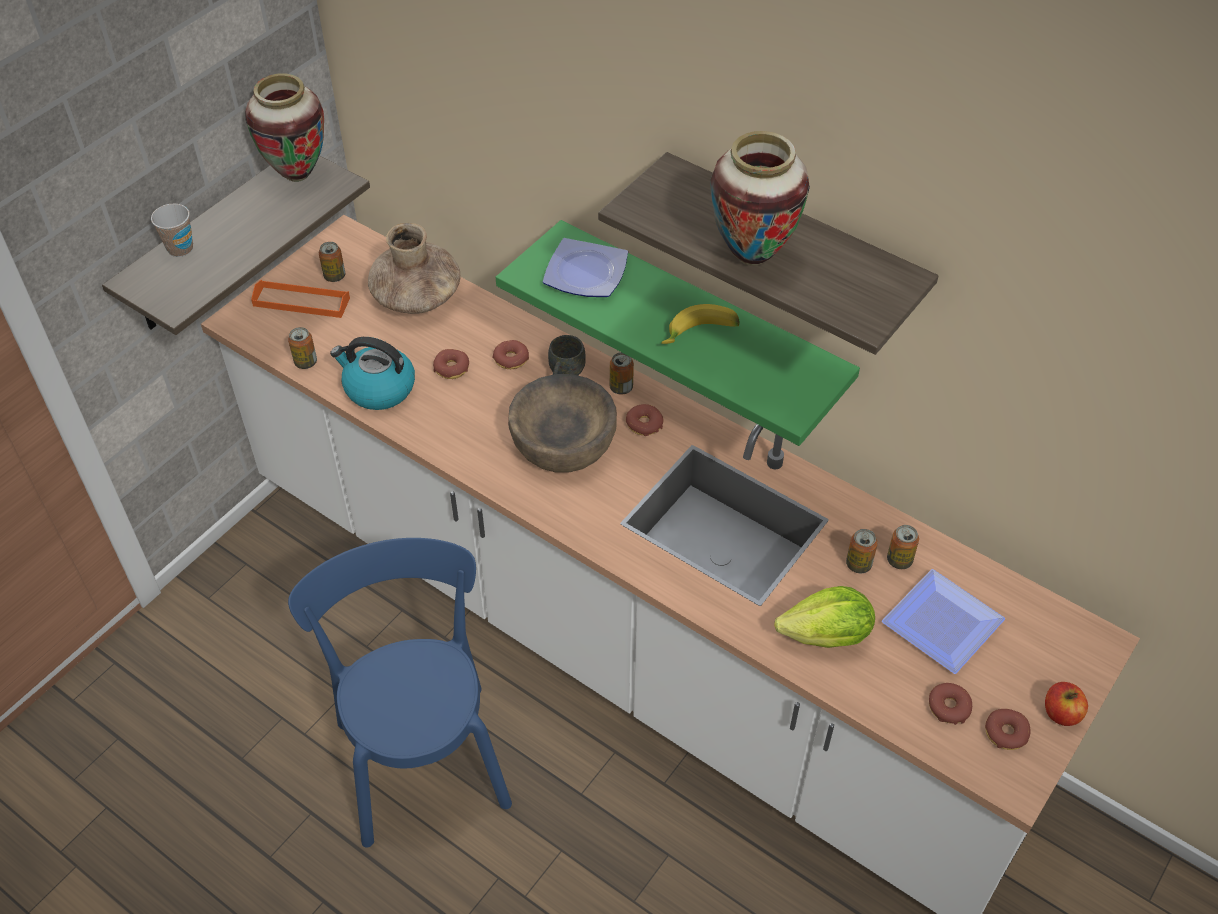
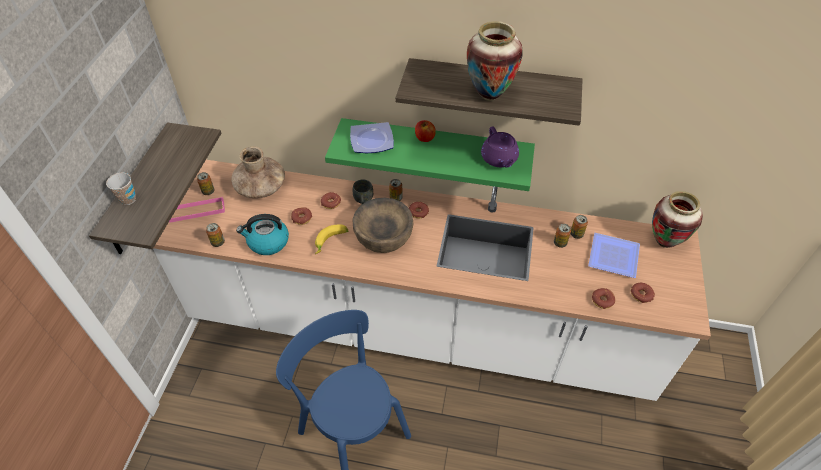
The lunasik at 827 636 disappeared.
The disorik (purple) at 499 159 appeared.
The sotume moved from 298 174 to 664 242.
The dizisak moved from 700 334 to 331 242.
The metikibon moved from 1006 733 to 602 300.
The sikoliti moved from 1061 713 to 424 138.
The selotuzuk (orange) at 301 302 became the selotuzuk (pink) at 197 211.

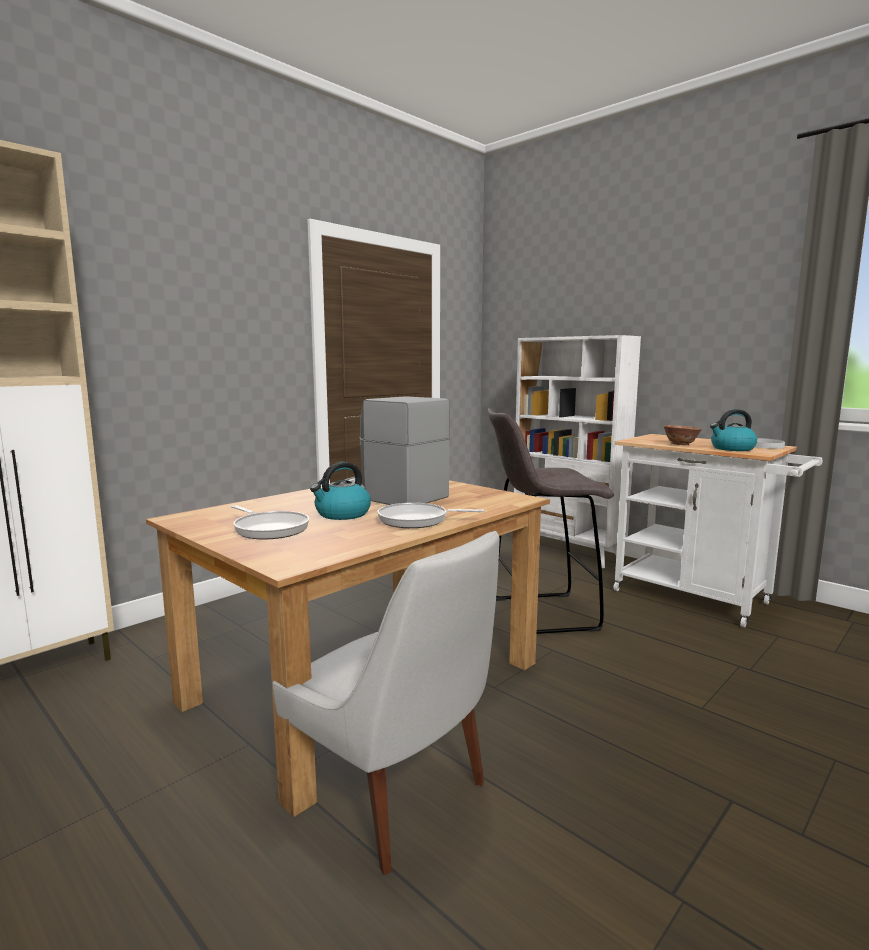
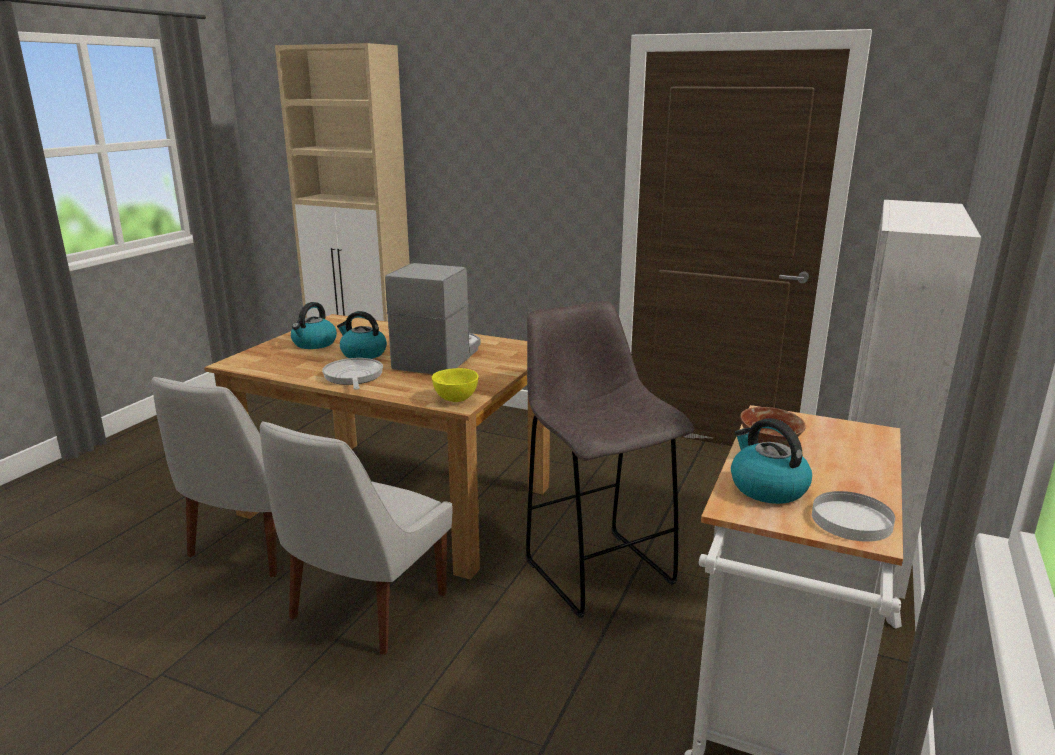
The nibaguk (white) at 364 609 appeared.
The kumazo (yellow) at 456 400 appeared.
The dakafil at 269 529 was replaced by the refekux at 314 344.

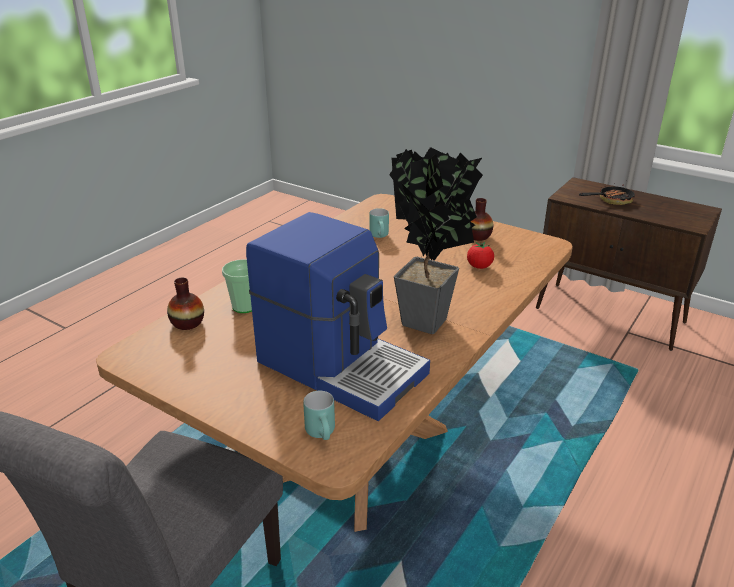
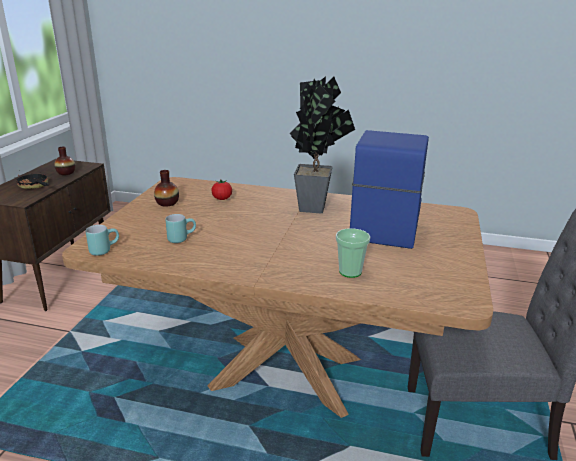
The sotume moved from 187 323 to 66 173.
The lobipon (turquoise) moved from 324 434 to 104 250.

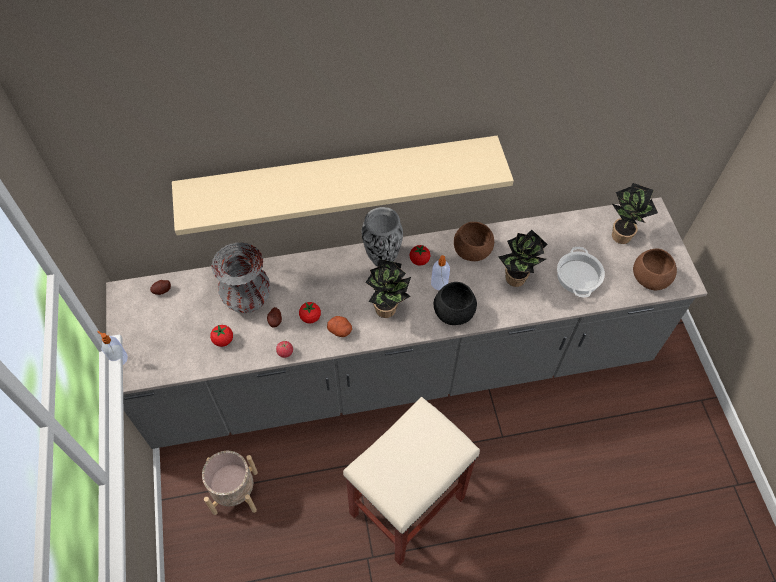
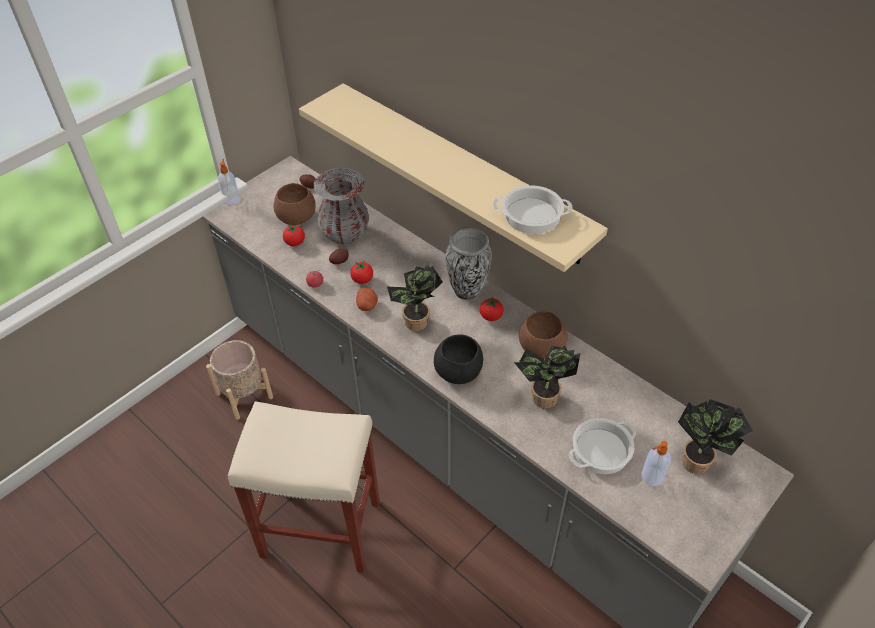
The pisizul at 532 214 appeared.
The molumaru moved from 439 284 to 651 477.
The kumazo (brown) moved from 649 278 to 297 218.

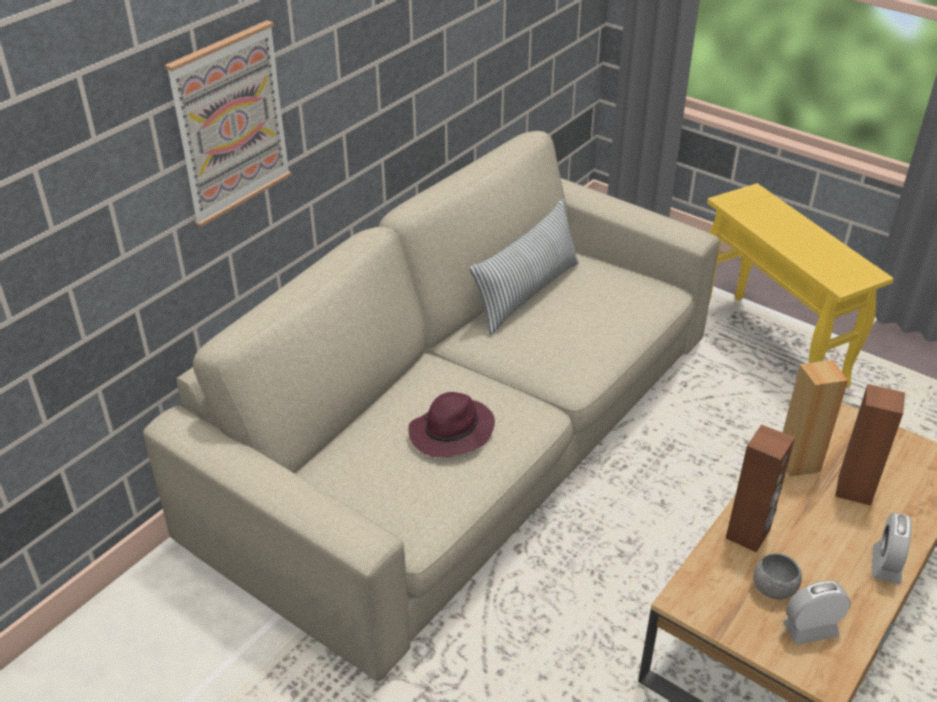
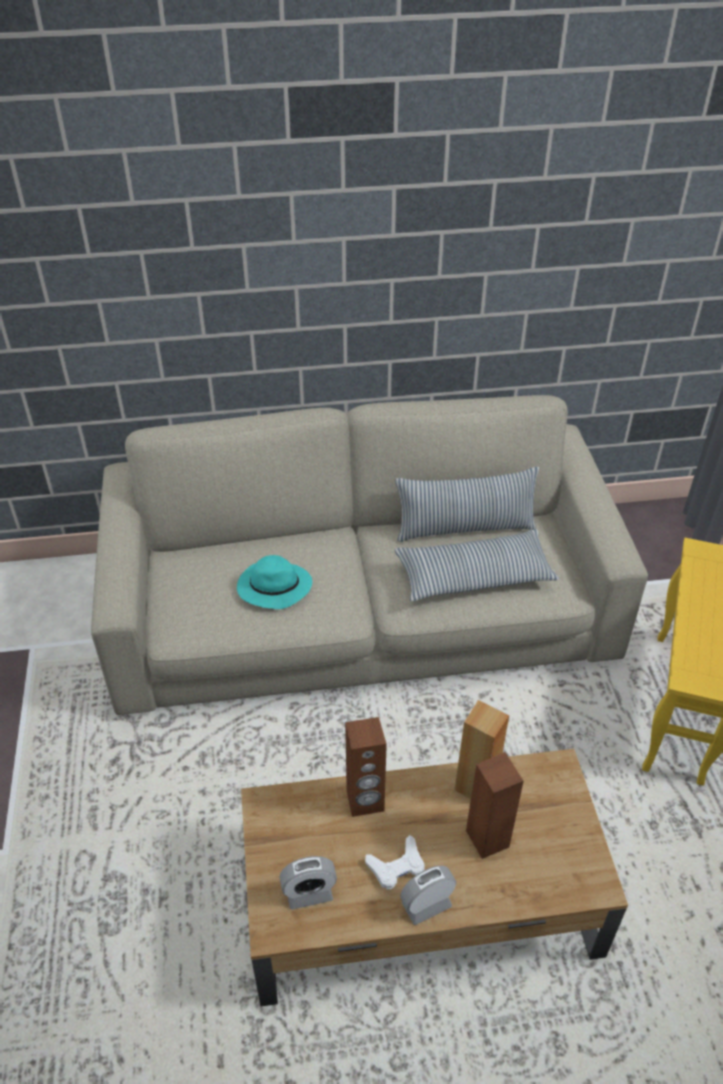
The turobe at 230 123 disappeared.
The kumazo (grey) at 774 588 disappeared.
The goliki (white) at 396 866 appeared.
The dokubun at 474 576 appeared.
The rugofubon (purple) at 451 433 became the rugofubon (turquoise) at 273 588.
The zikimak at 810 629 turned 135 degrees clockwise.

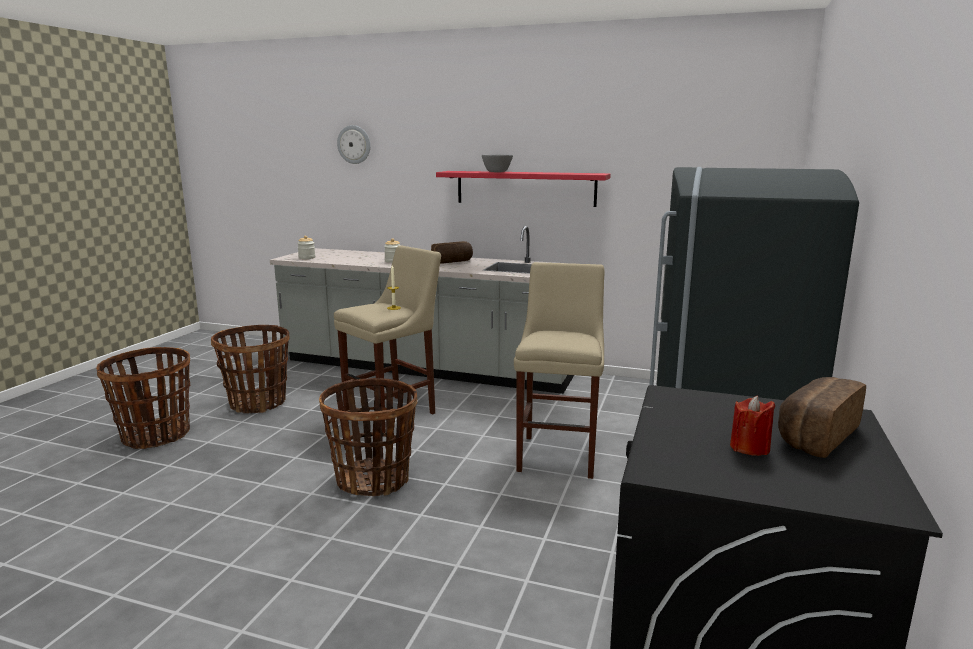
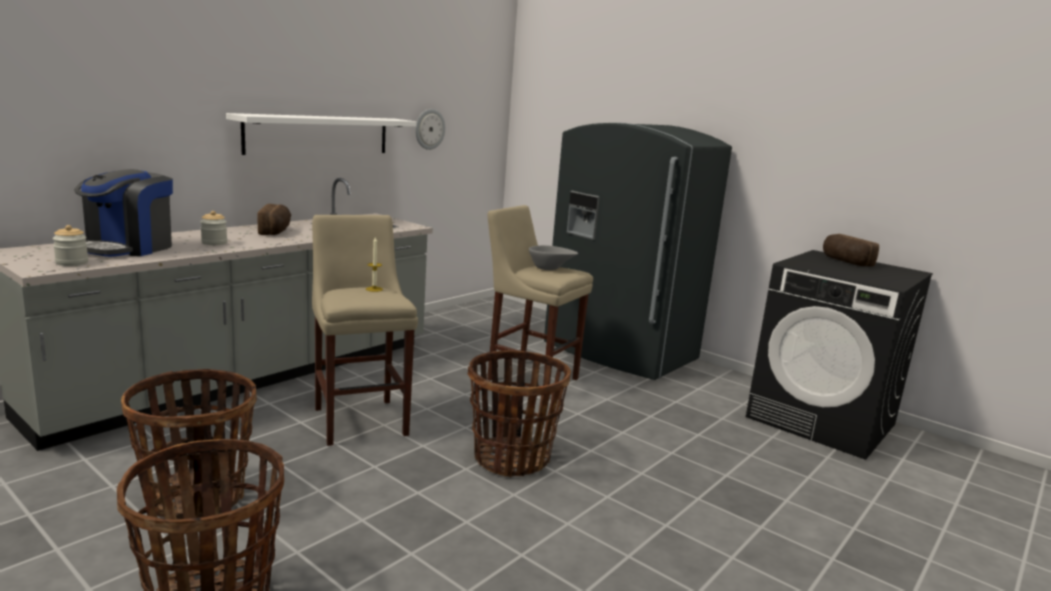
The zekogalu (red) at 749 448 disappeared.
The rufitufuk at 128 248 appeared.
The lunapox moved from 354 144 to 429 129.
The kumazo (grey) moved from 497 172 to 550 269.
The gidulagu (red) at 525 188 became the gidulagu (white) at 319 135.

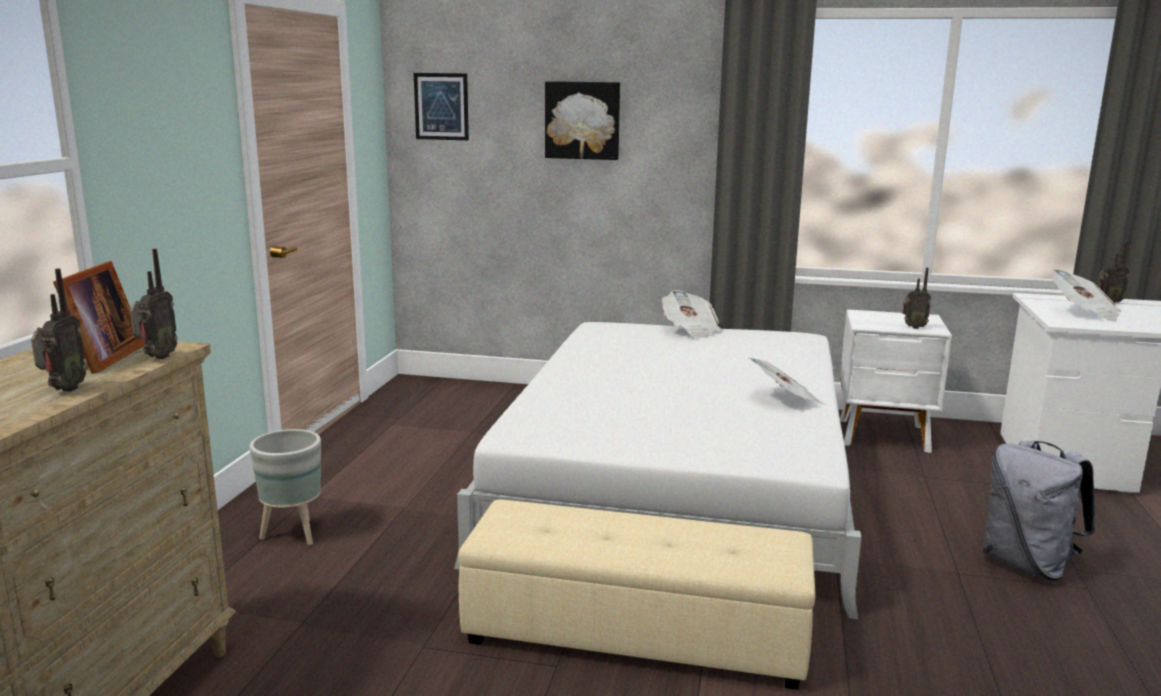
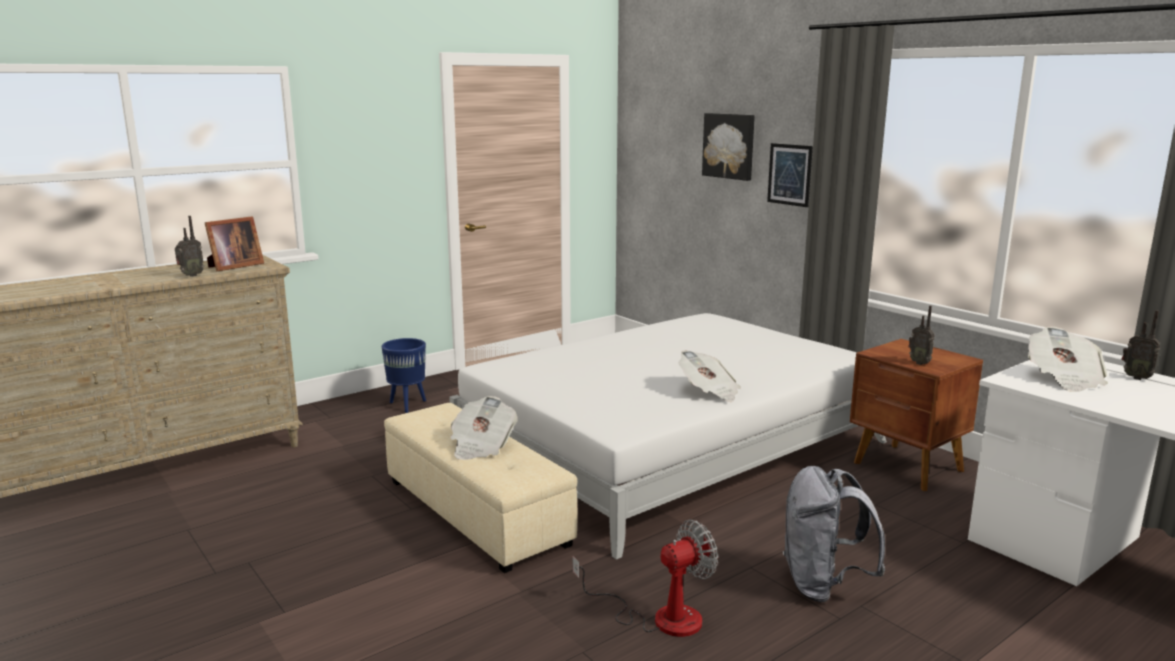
The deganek at 156 358 disappeared.
The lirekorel at 660 617 appeared.
The turobe moved from 441 106 to 789 174.
The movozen moved from 690 330 to 481 446.
The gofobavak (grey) at 292 534 became the gofobavak (blue) at 407 405.
The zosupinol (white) at 885 436 became the zosupinol (brown) at 908 467.

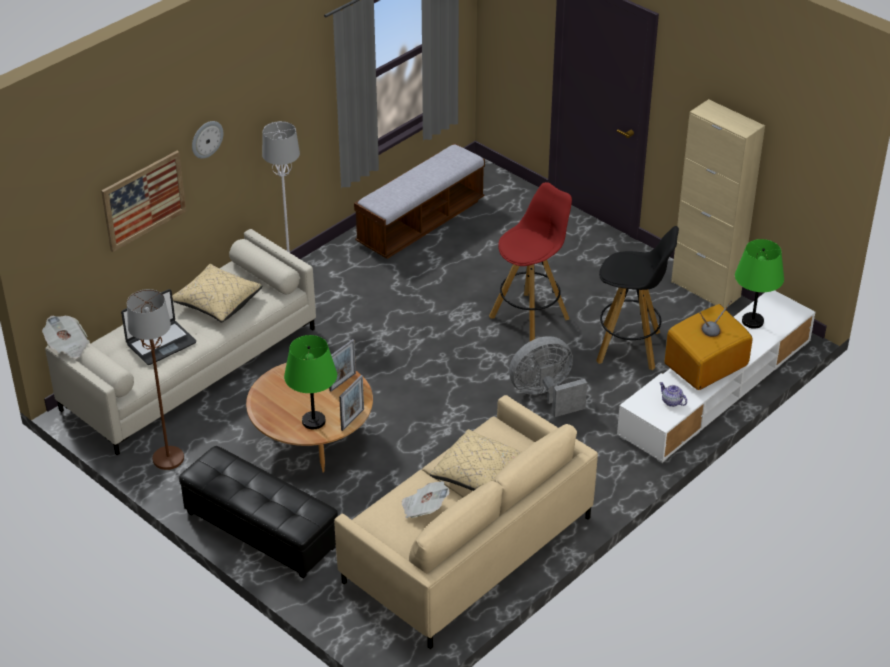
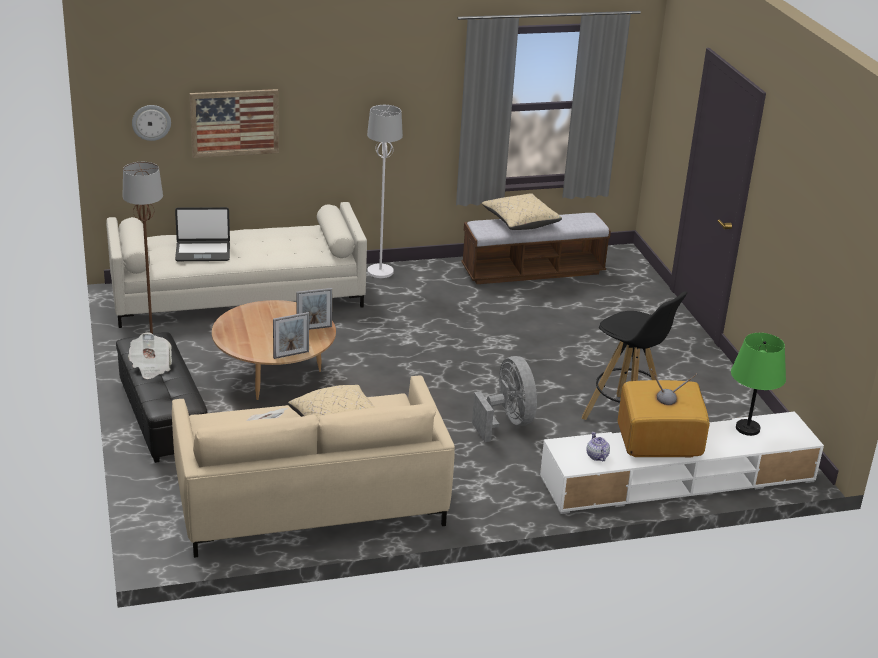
The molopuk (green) at 313 421 disappeared.
The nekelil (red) at 530 317 disappeared.
The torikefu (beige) at 705 289 disappeared.
The movozen moved from 67 346 to 151 366.
The dokubun (beige) moved from 217 303 to 520 222.
The lunapox moved from 206 139 to 151 122.
The lirekorel (grey) at 545 395 turned 60 degrees clockwise.

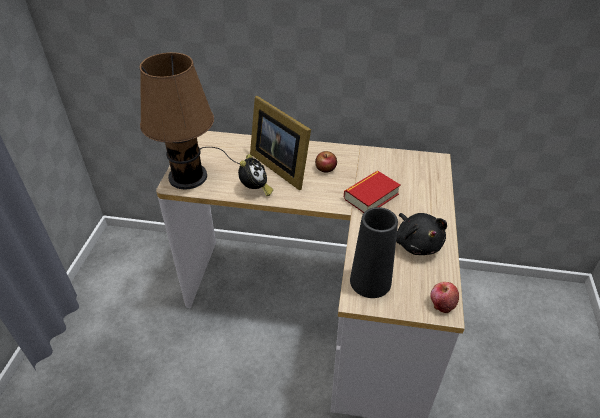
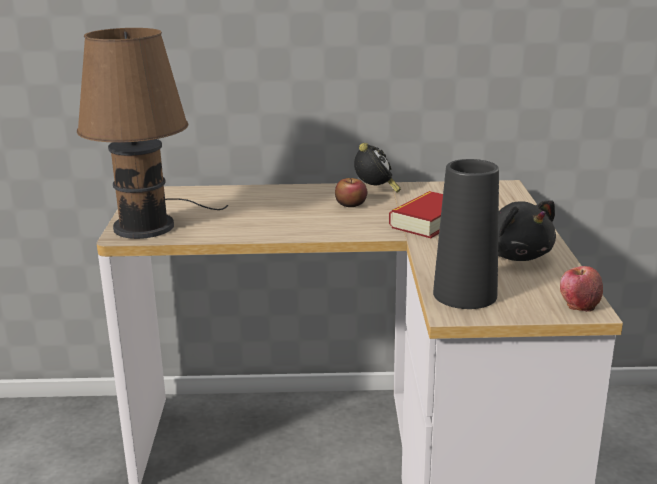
The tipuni at 280 165 disappeared.
The zikimak moved from 255 190 to 375 191.

